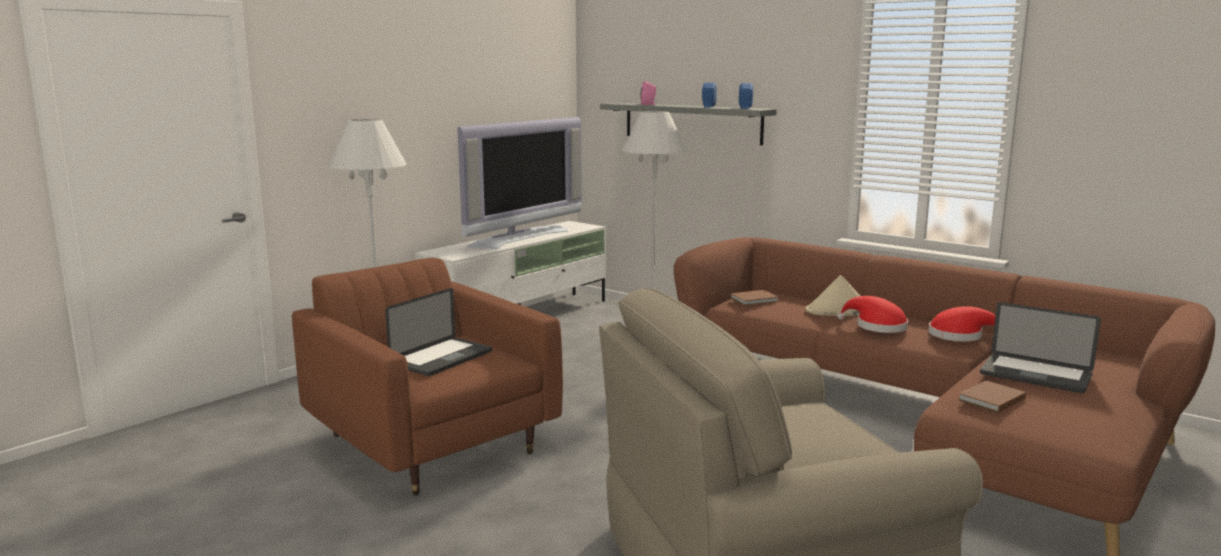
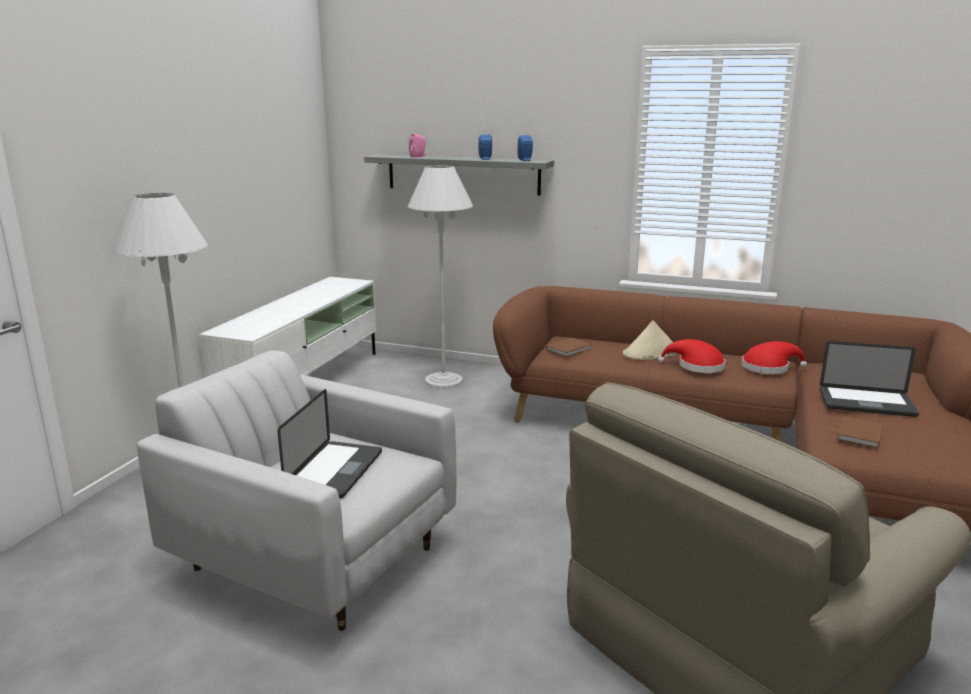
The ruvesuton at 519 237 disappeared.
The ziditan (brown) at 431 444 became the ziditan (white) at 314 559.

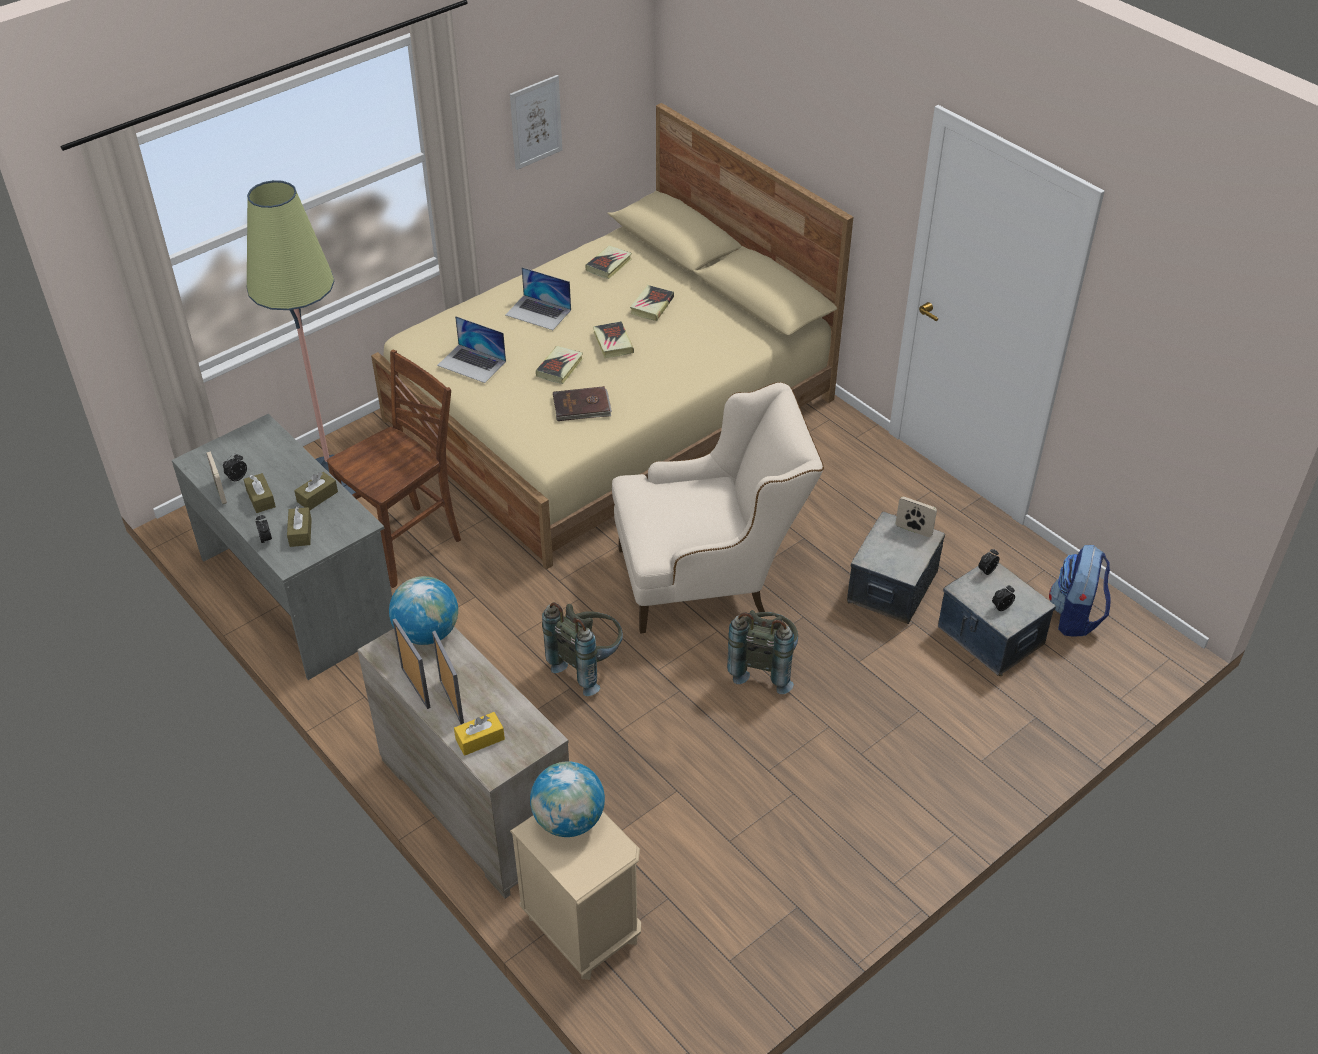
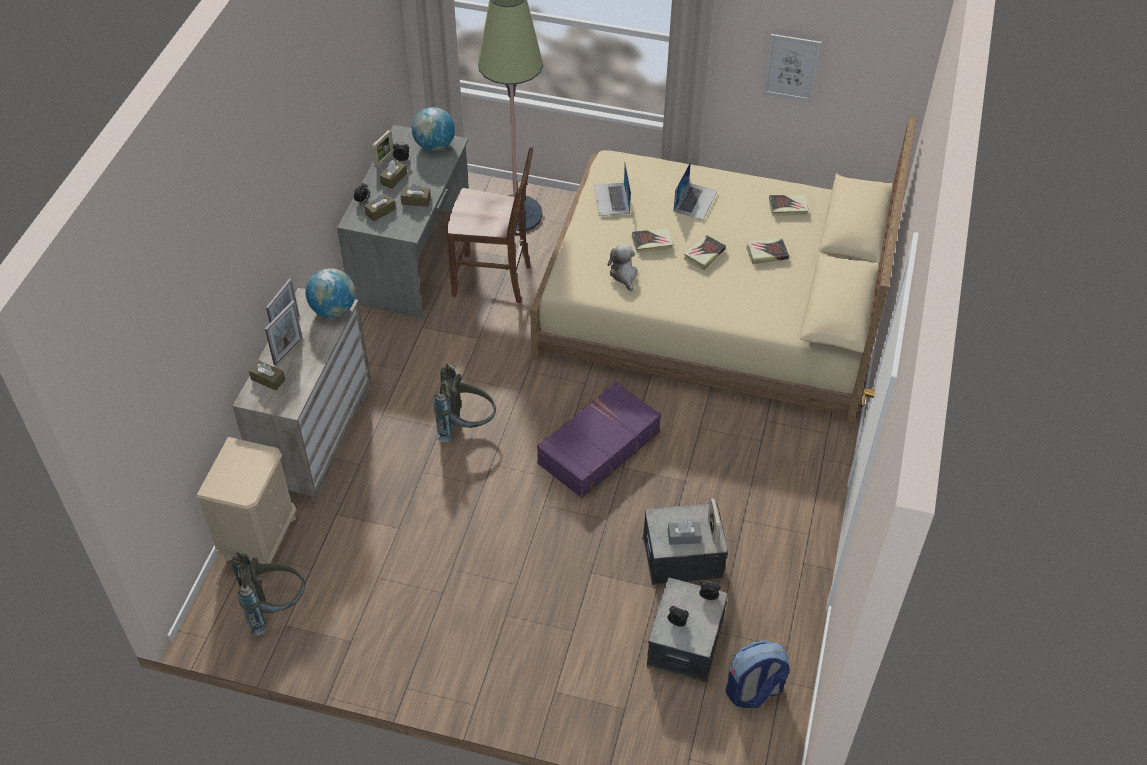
The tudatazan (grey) at 684 537 appeared.
The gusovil moved from 568 820 to 434 146.
The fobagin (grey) moved from 763 666 to 275 607.
The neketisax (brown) at 582 407 was replaced by the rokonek at 624 275.
The ziditan (beige) at 709 578 was replaced by the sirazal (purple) at 598 448.
The tudatazan (yellow) at 480 739 became the tudatazan (brown) at 268 379.
The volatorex at 538 312 turned 150 degrees counterclockwise.

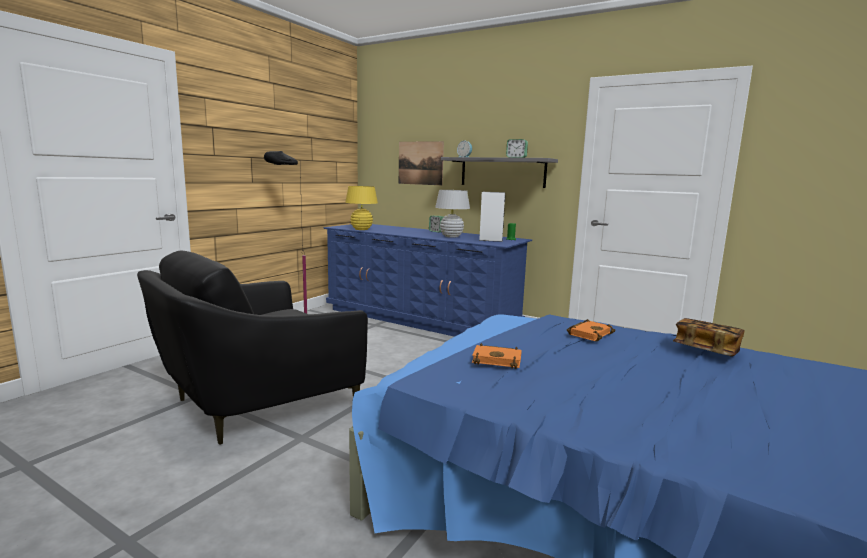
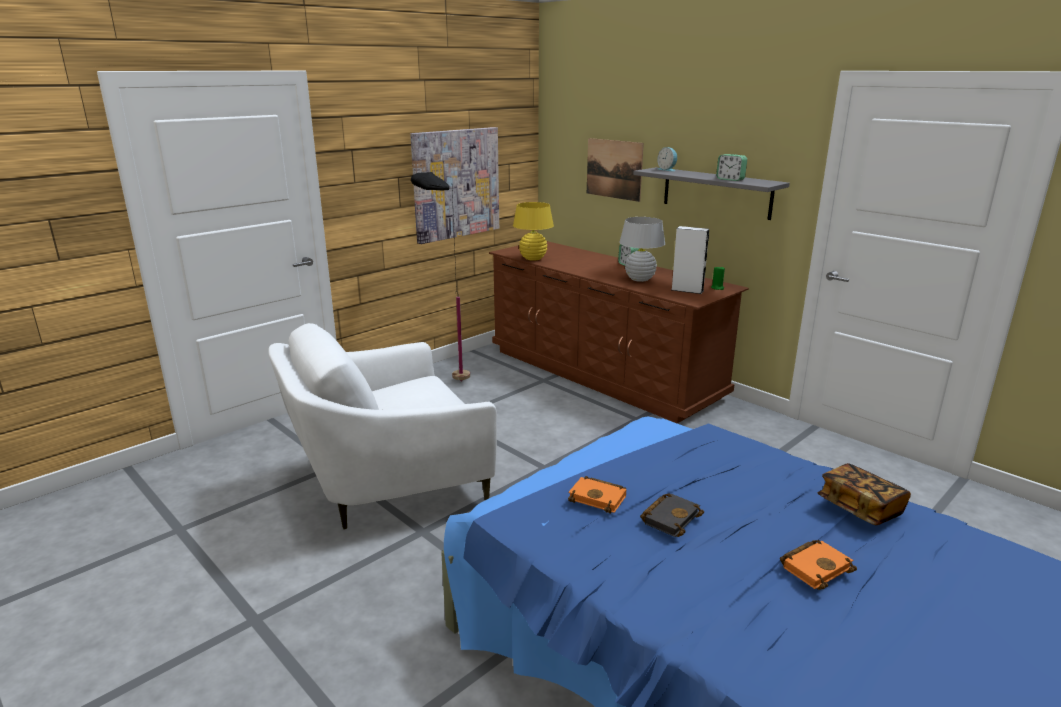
The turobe at 456 184 appeared.
The neketisax (black) at 670 517 appeared.
The neketisax (orange) moved from 589 333 to 815 567.
The ziditan (black) at 257 403 became the ziditan (white) at 388 482.
The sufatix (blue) at 420 318 became the sufatix (brown) at 602 373.

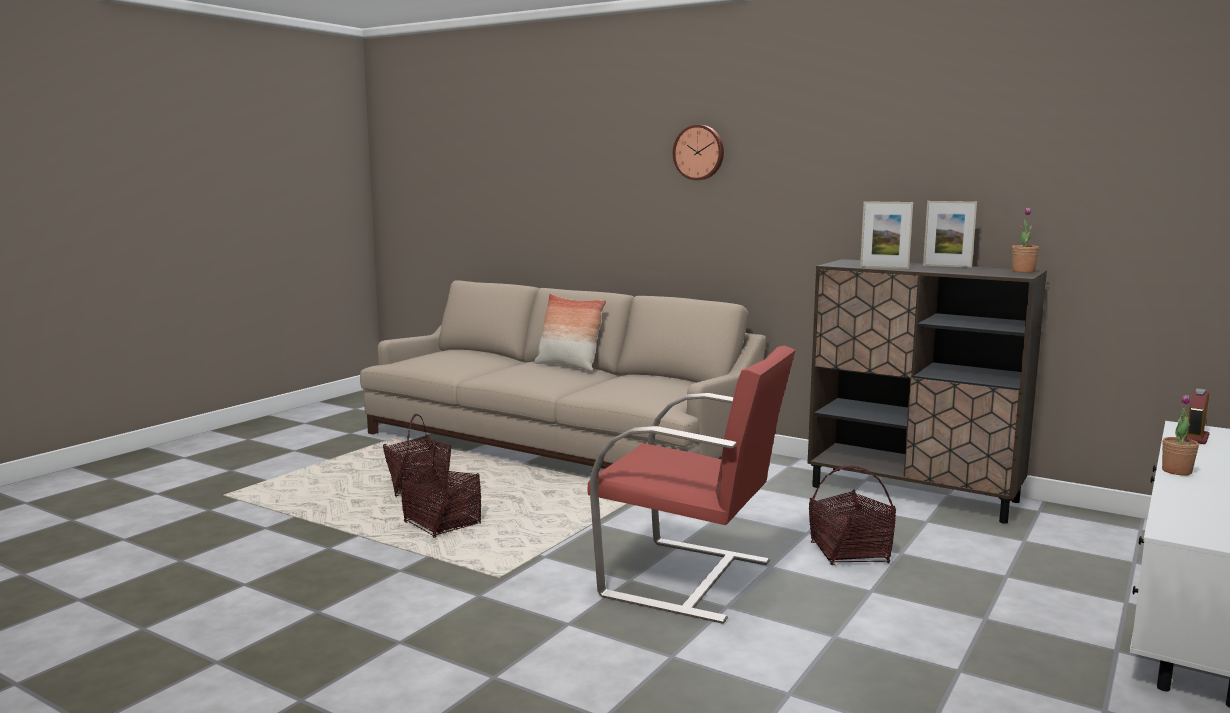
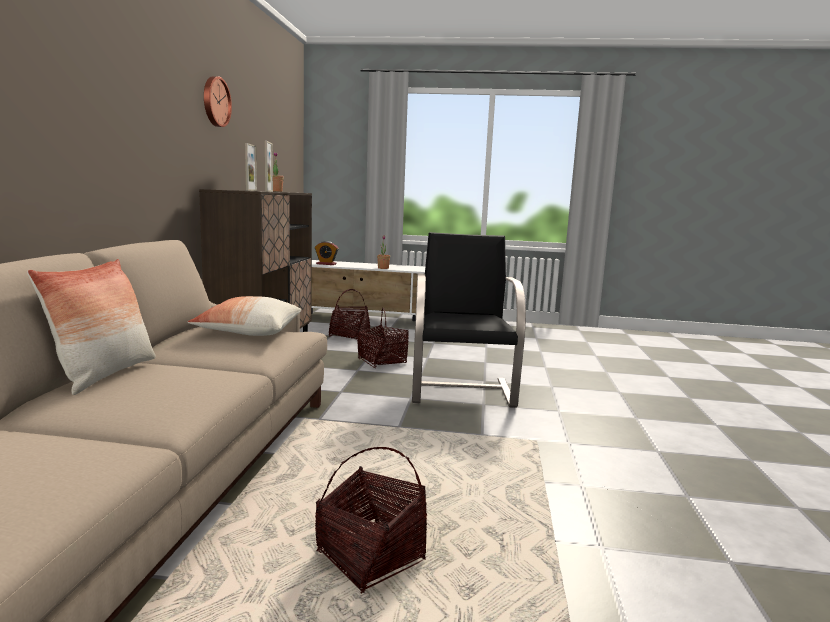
The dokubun at 249 332 appeared.
The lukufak moved from 442 524 to 350 335.
The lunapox moved from 699 152 to 215 101.
The ziditan (red) at 689 579 became the ziditan (black) at 461 390.

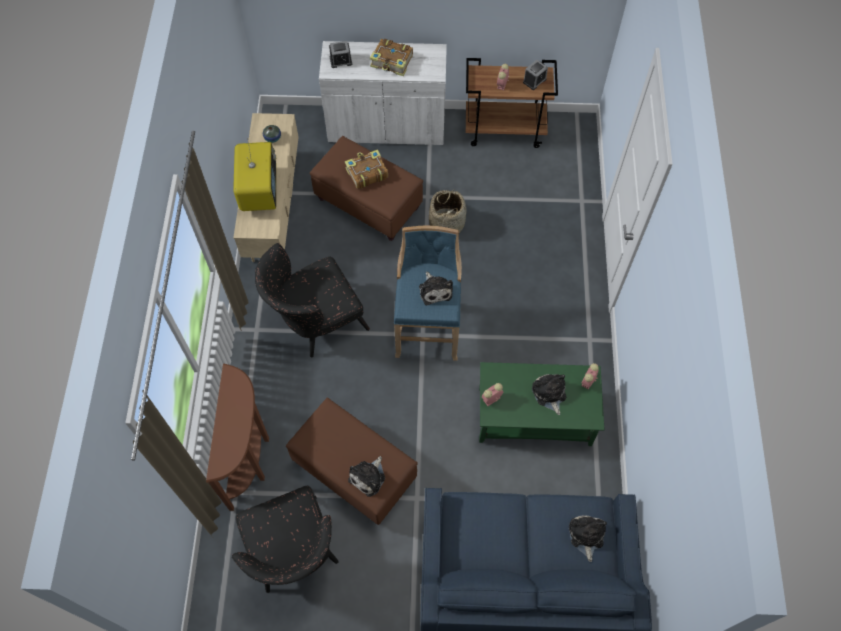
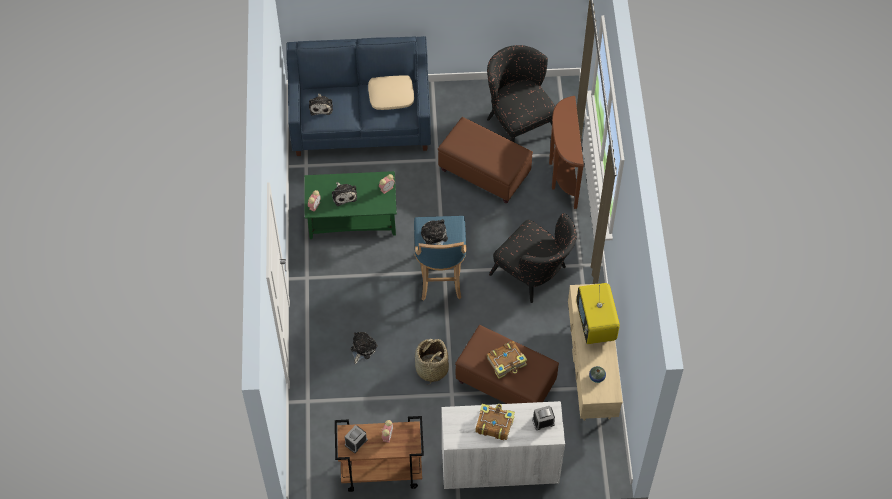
The dokubun (beige) at 391 95 appeared.
The rokonek moved from 368 477 to 362 349.
The ziditan (black) at 315 321 turned 75 degrees clockwise.

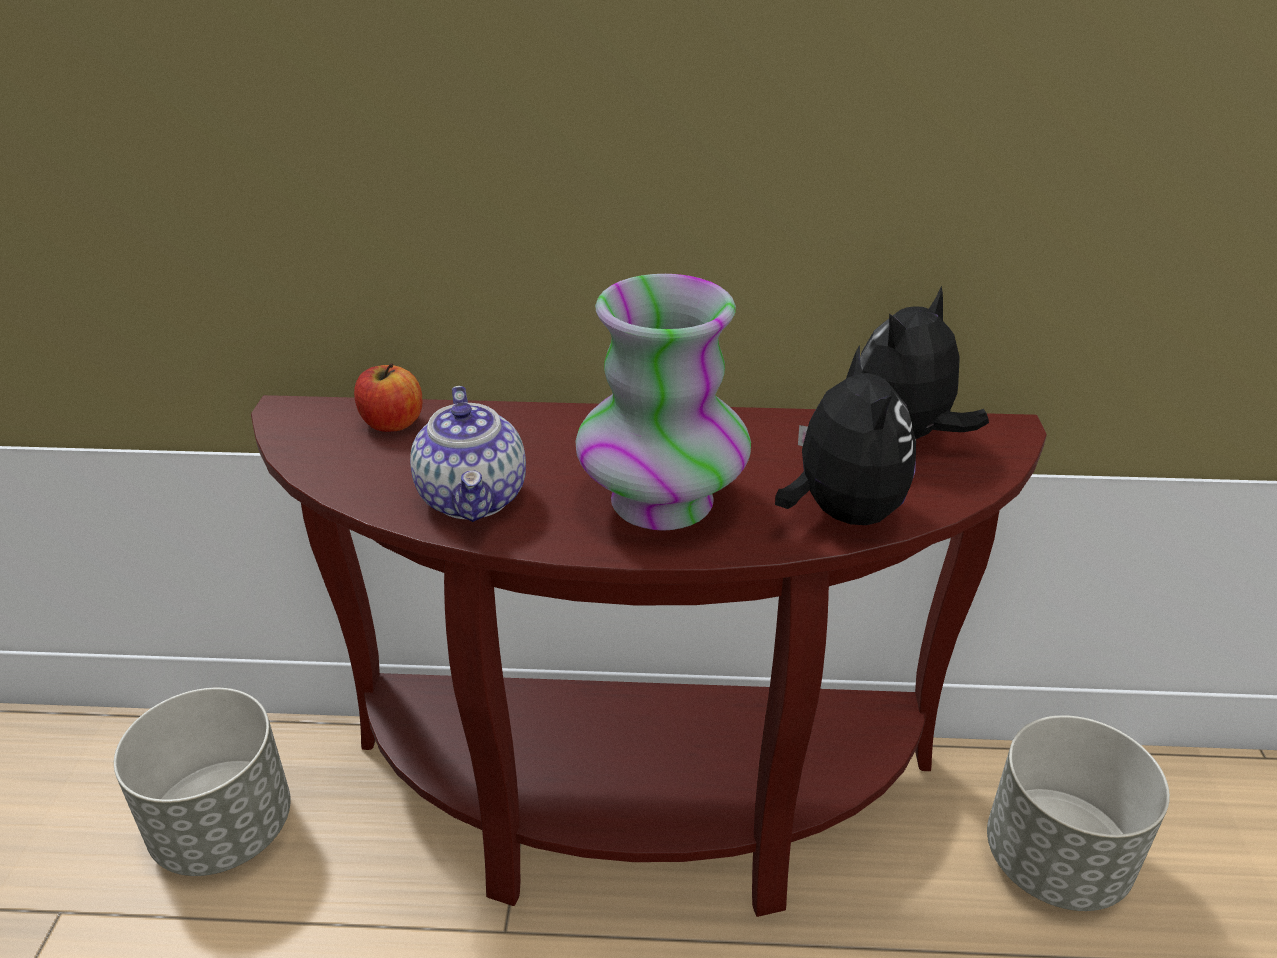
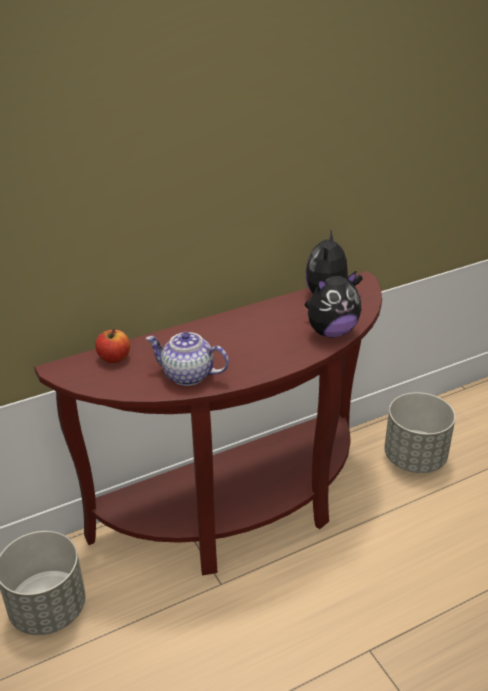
The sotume at 662 501 disappeared.
The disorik at 474 498 turned 150 degrees clockwise.
The rokonek at 841 513 turned 105 degrees clockwise.

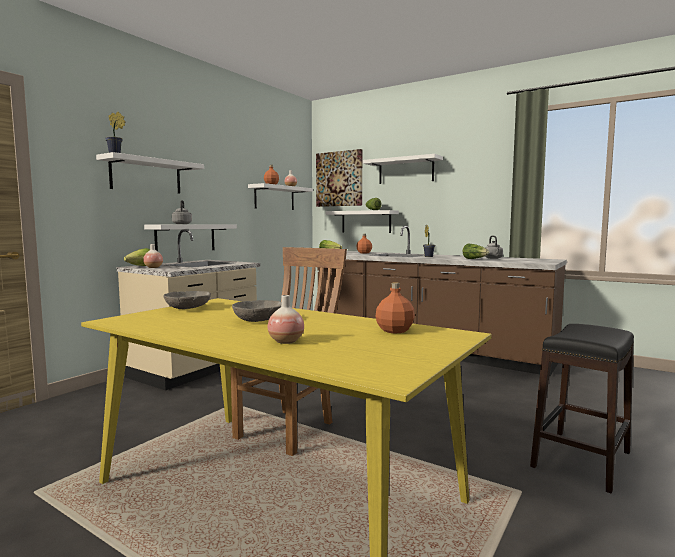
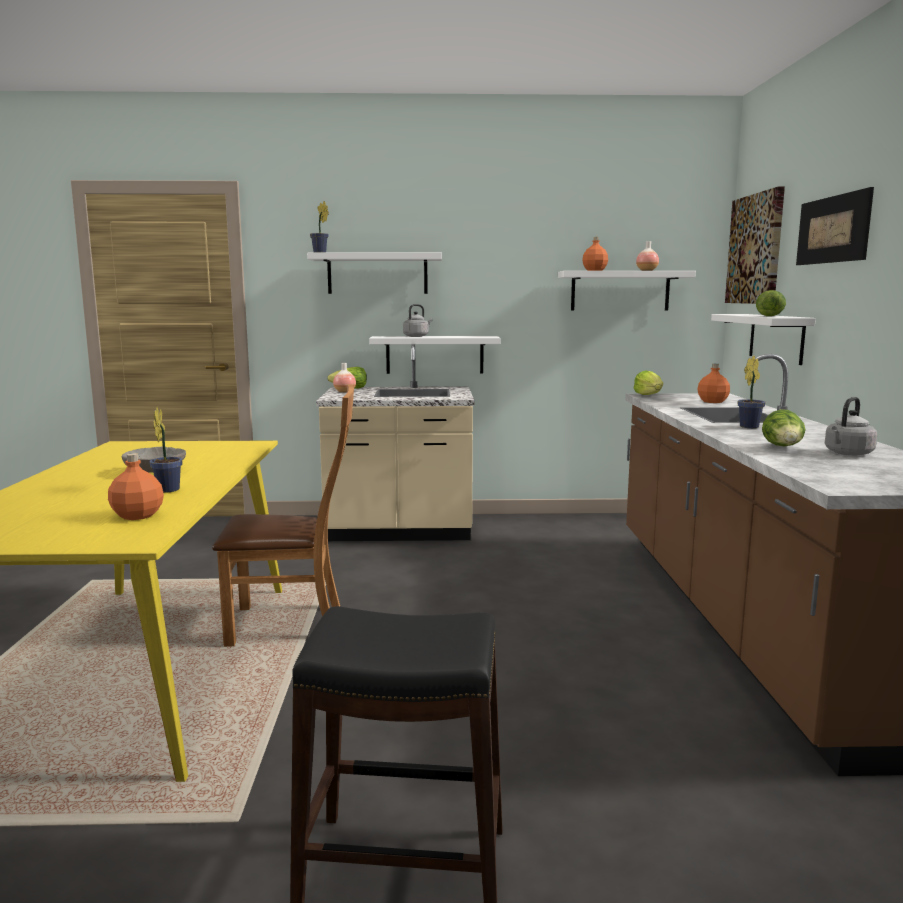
The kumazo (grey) at 187 308 disappeared.
The sotume at 286 341 disappeared.
The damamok at 169 489 appeared.
The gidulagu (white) at 406 171 was replaced by the turobe at 832 229.

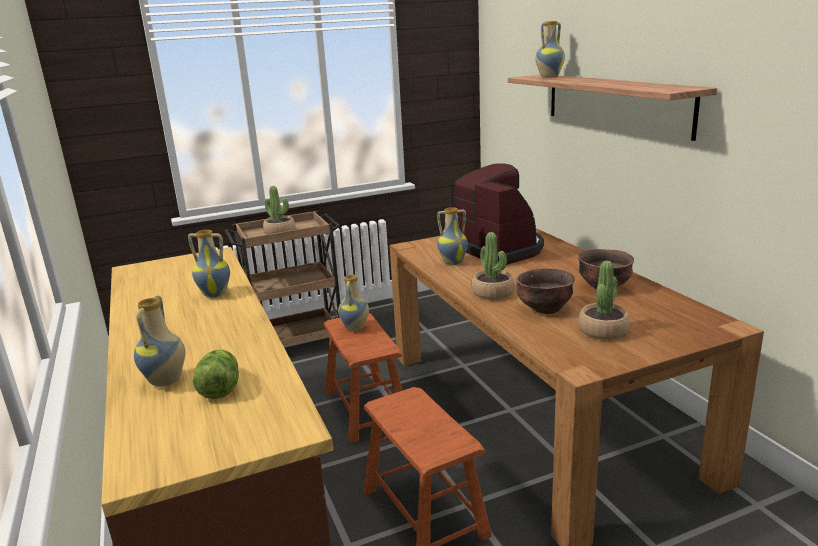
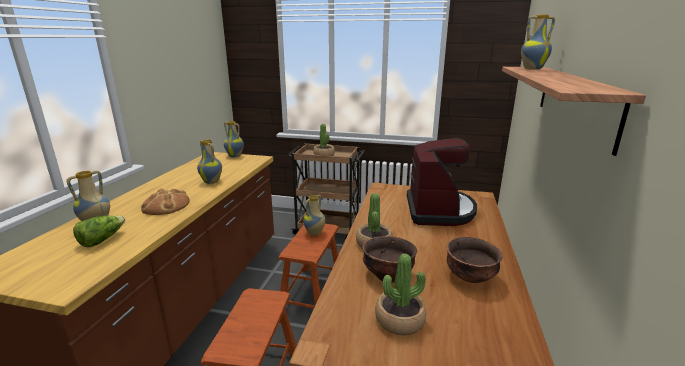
The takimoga at 165 205 appeared.
The sotume moved from 453 262 to 235 156.

